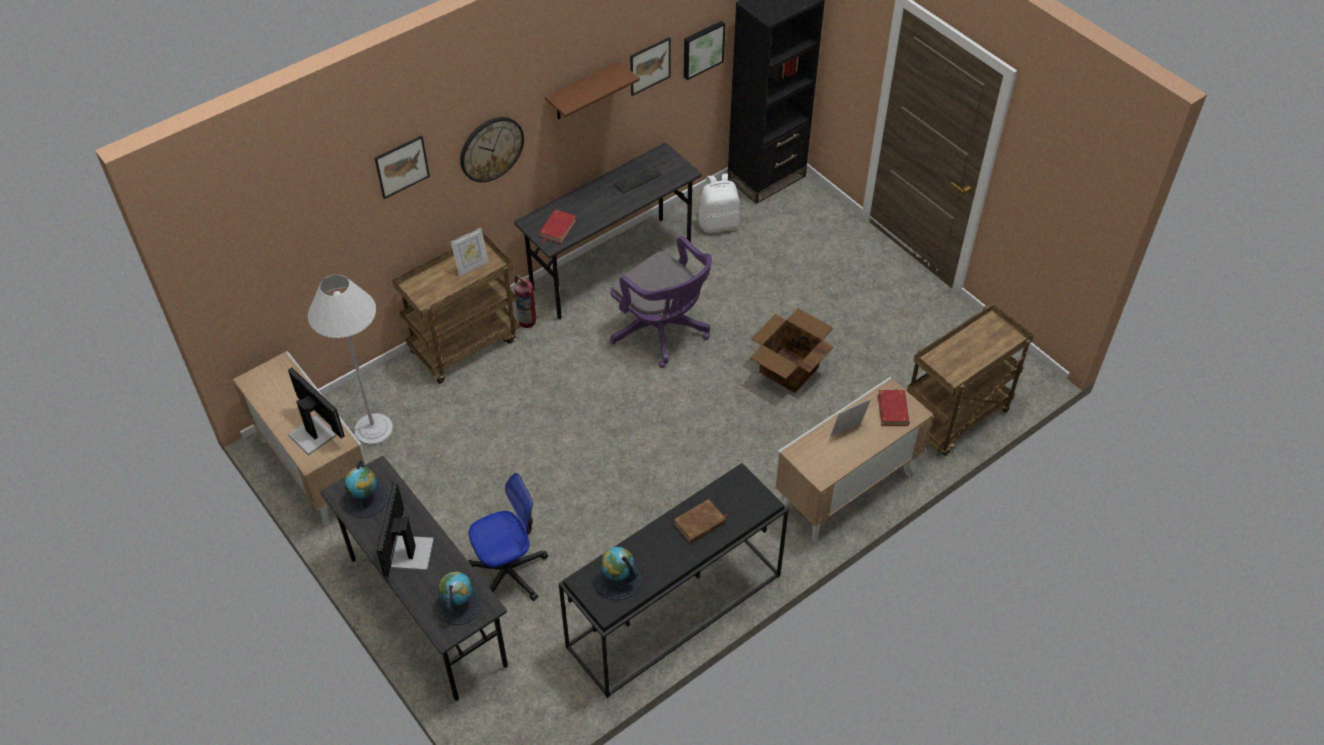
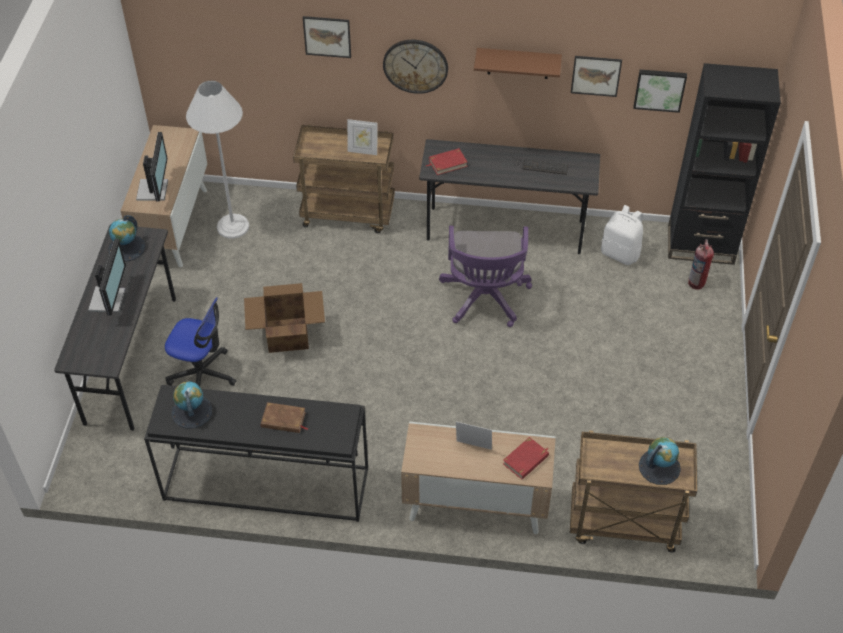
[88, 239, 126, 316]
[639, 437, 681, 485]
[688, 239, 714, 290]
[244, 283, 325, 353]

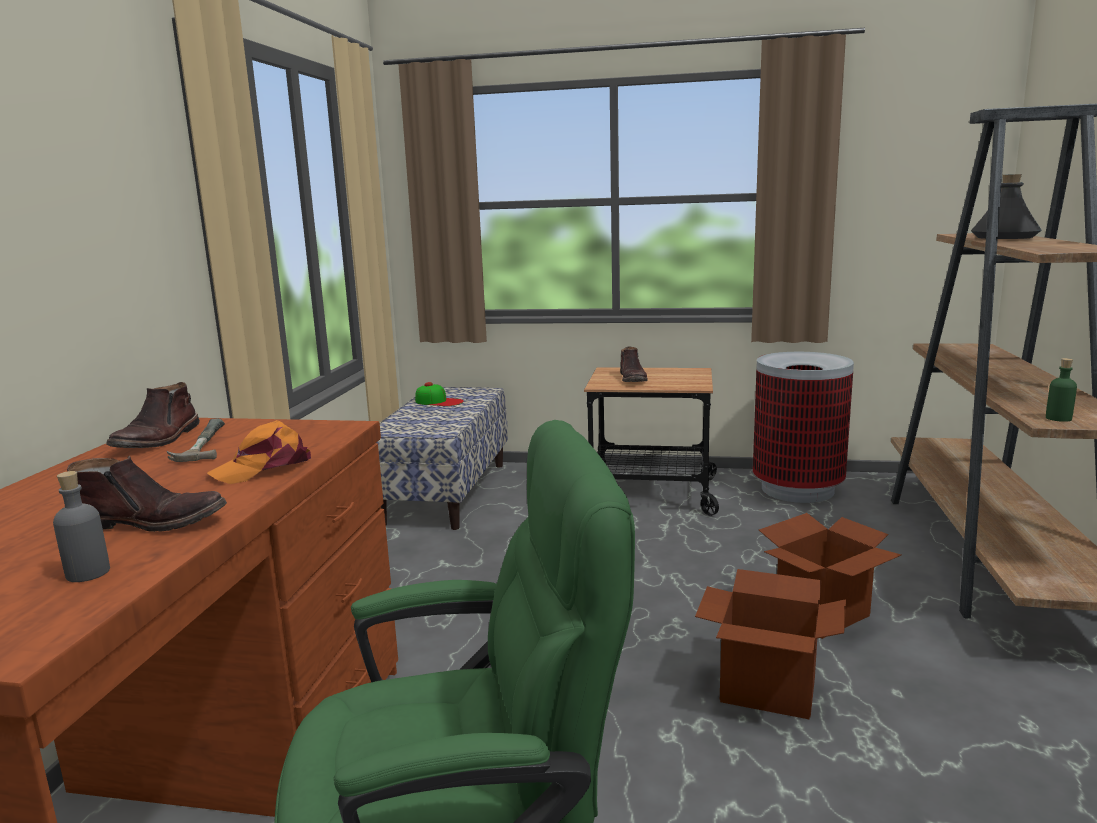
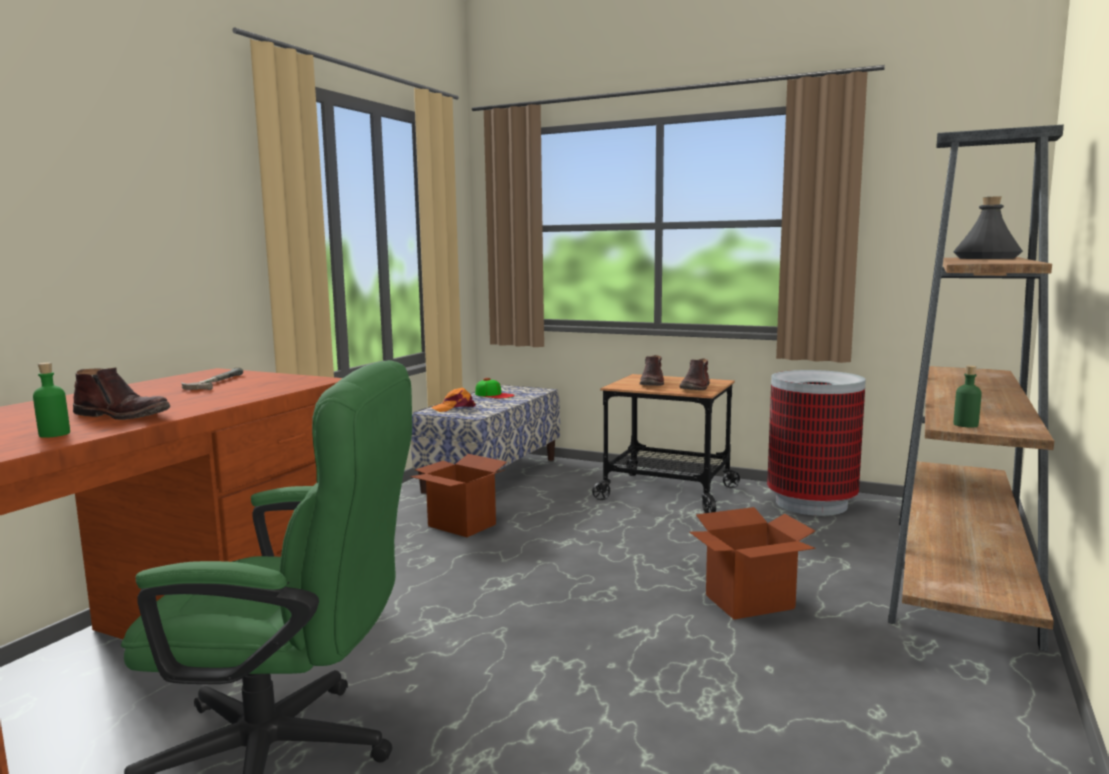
[33, 363, 70, 438]
[679, 358, 710, 390]
[431, 387, 476, 412]
[410, 454, 507, 537]

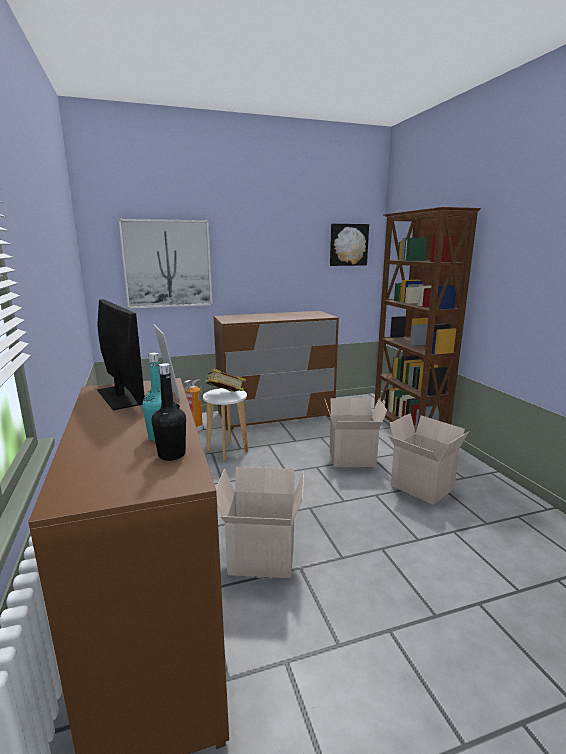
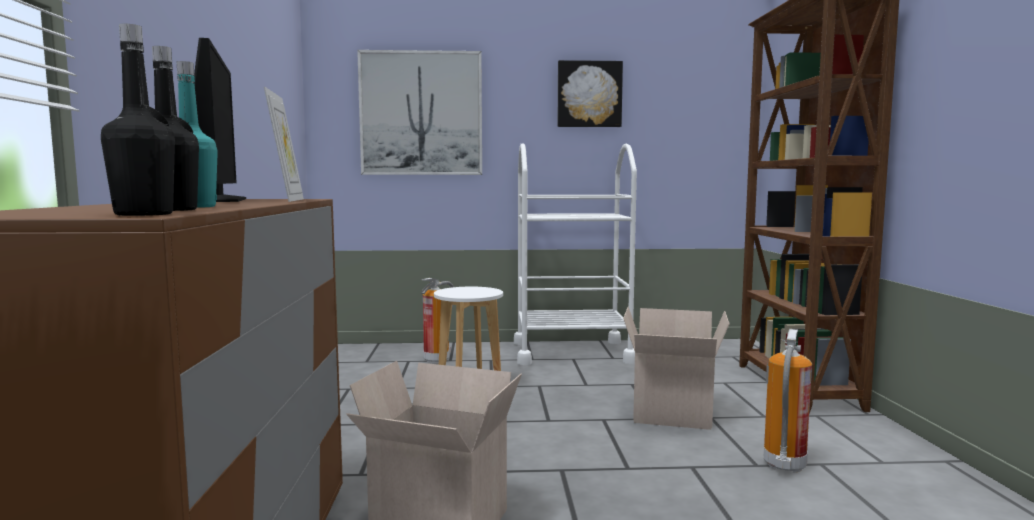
[202, 369, 246, 392] (first image)
[514, 143, 637, 365]
[557, 60, 623, 127]
[764, 329, 812, 473]
[101, 24, 175, 216]

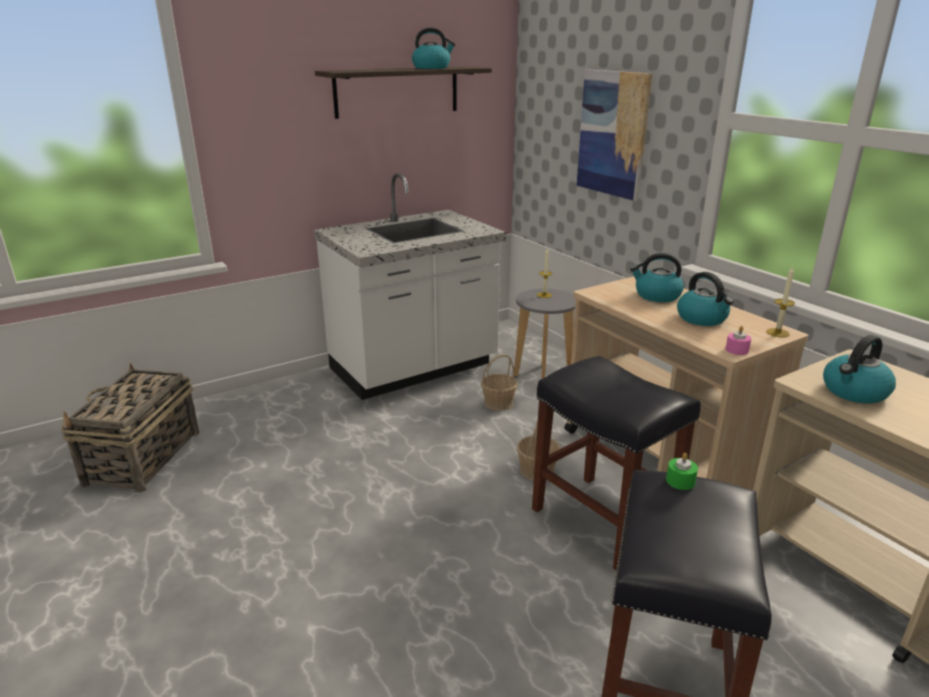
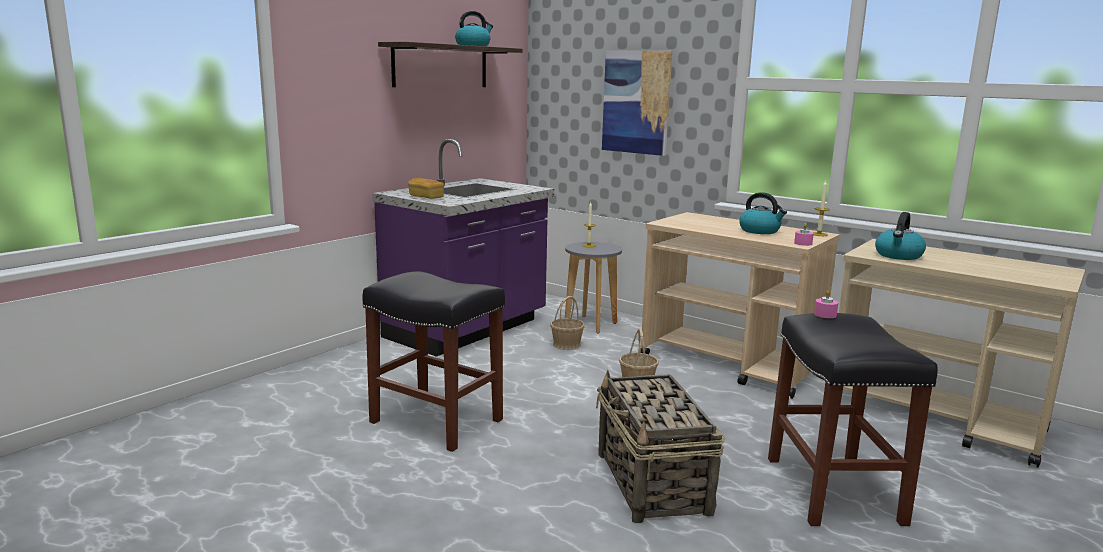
[596, 370, 724, 523]
[373, 139, 554, 357]
[362, 271, 505, 452]
[630, 253, 684, 302] (first image)
[814, 290, 838, 318]
[408, 178, 444, 199]

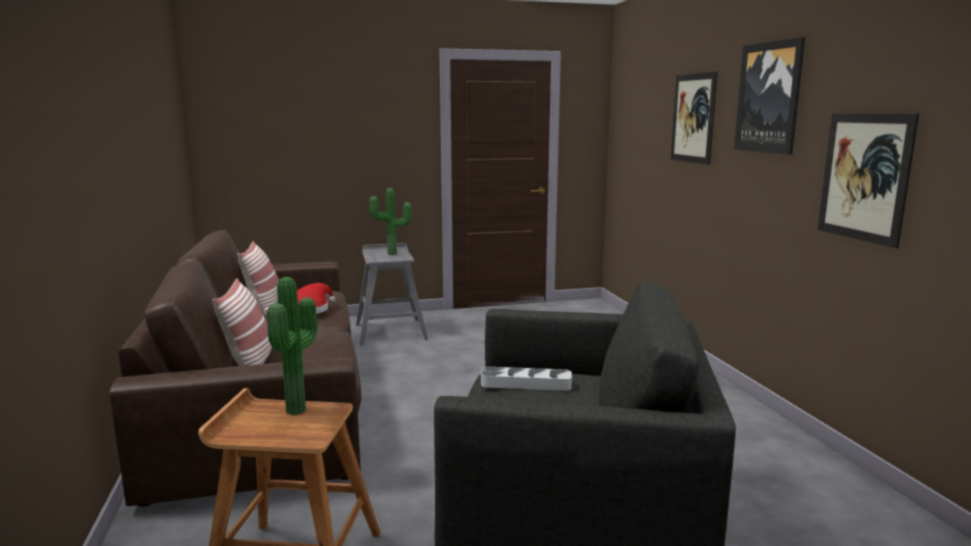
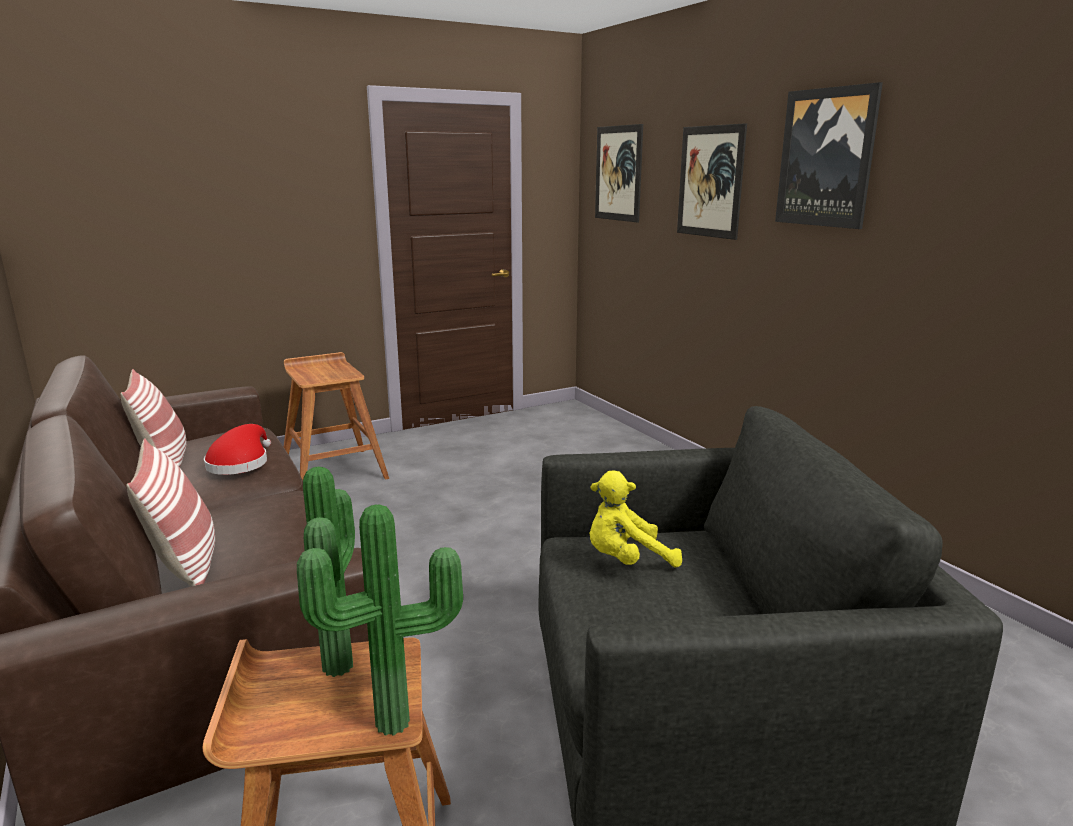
[284, 352, 389, 480]
[297, 504, 463, 736]
[589, 471, 682, 567]
[595, 124, 643, 223]

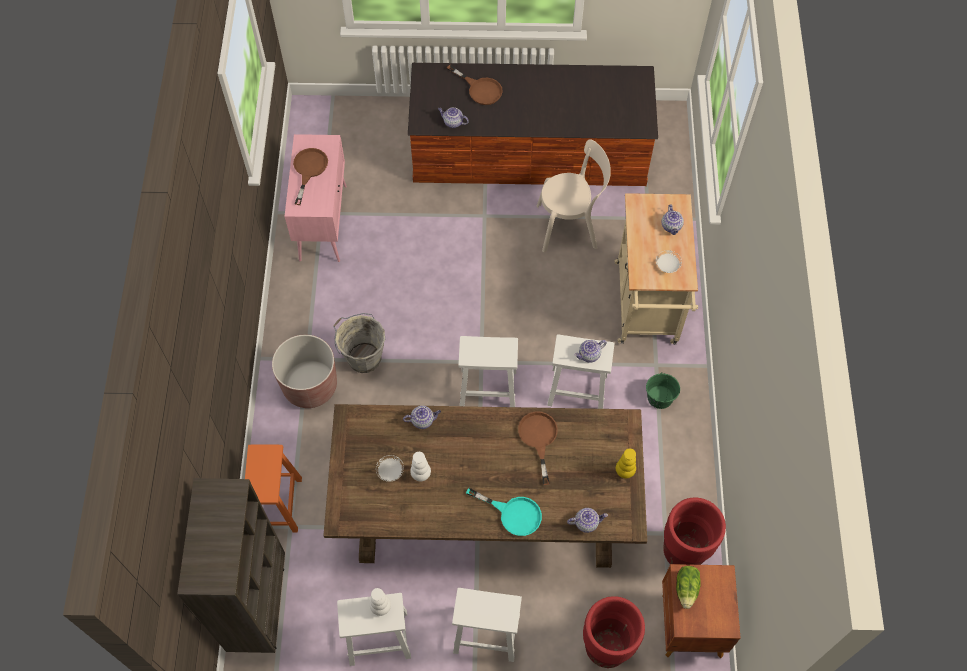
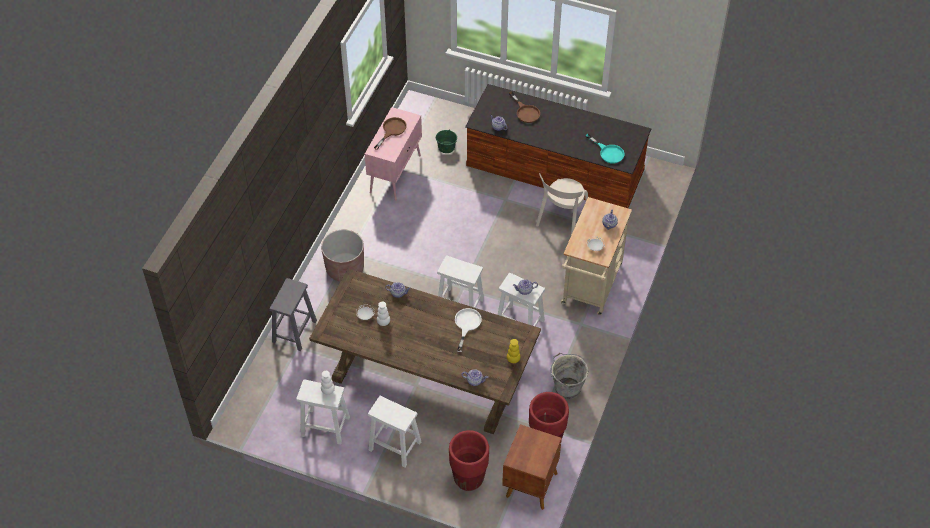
[177, 478, 285, 653] (first image)
[270, 278, 317, 351]
[550, 353, 589, 400]
[585, 134, 625, 164]
[455, 308, 482, 352]
[536, 173, 588, 235]
[436, 129, 457, 153]
[676, 566, 701, 609] (first image)

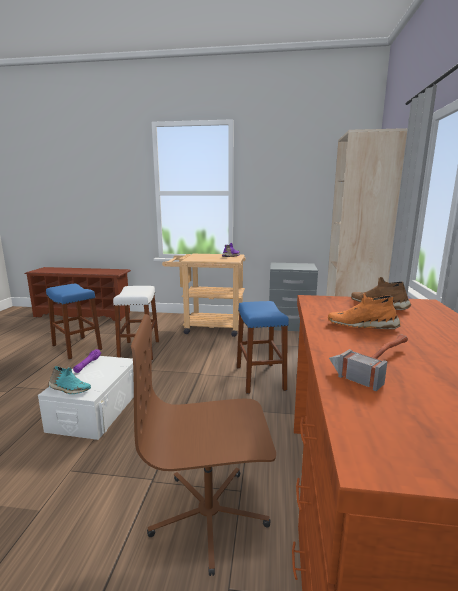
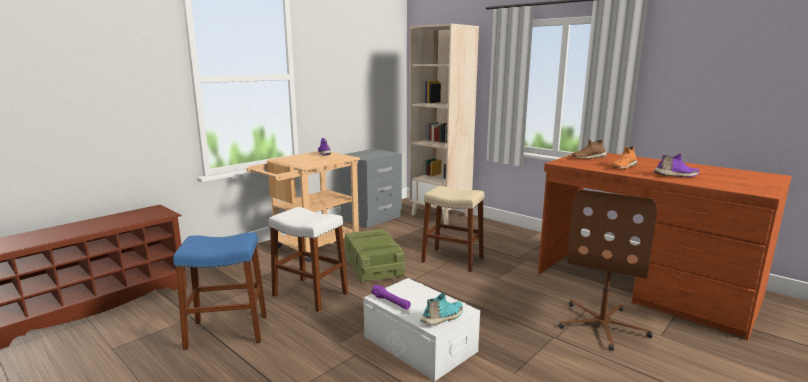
[421, 186, 484, 272]
[653, 153, 699, 177]
[345, 229, 405, 282]

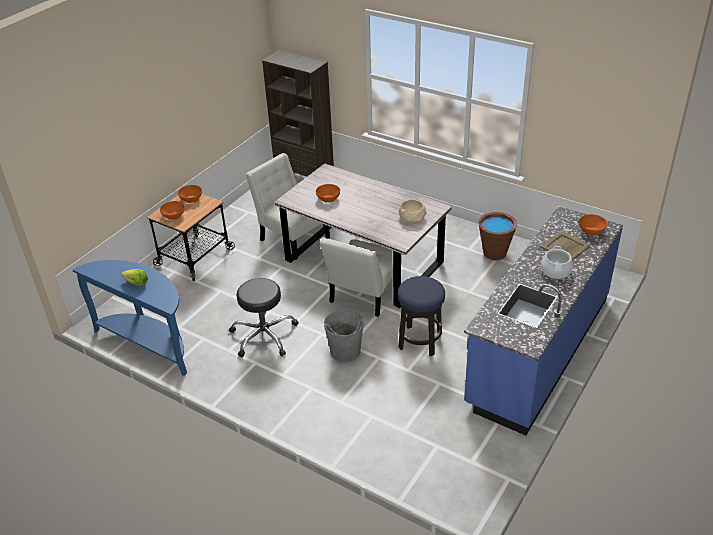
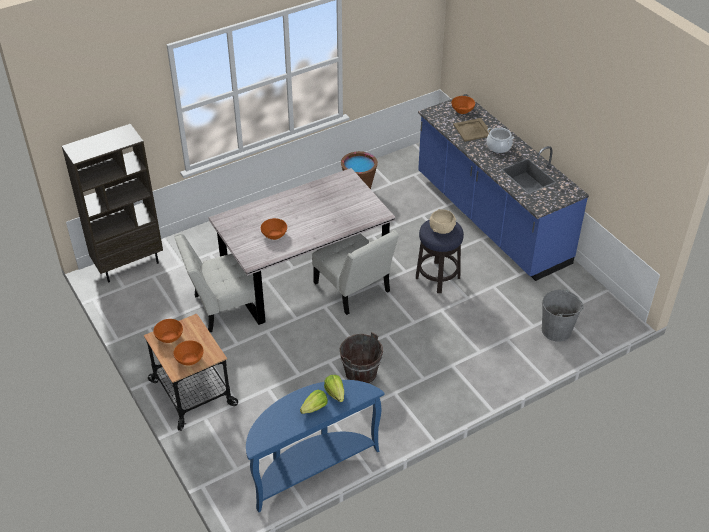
[340, 332, 383, 384]
[542, 289, 583, 342]
[429, 209, 456, 234]
[324, 375, 344, 402]

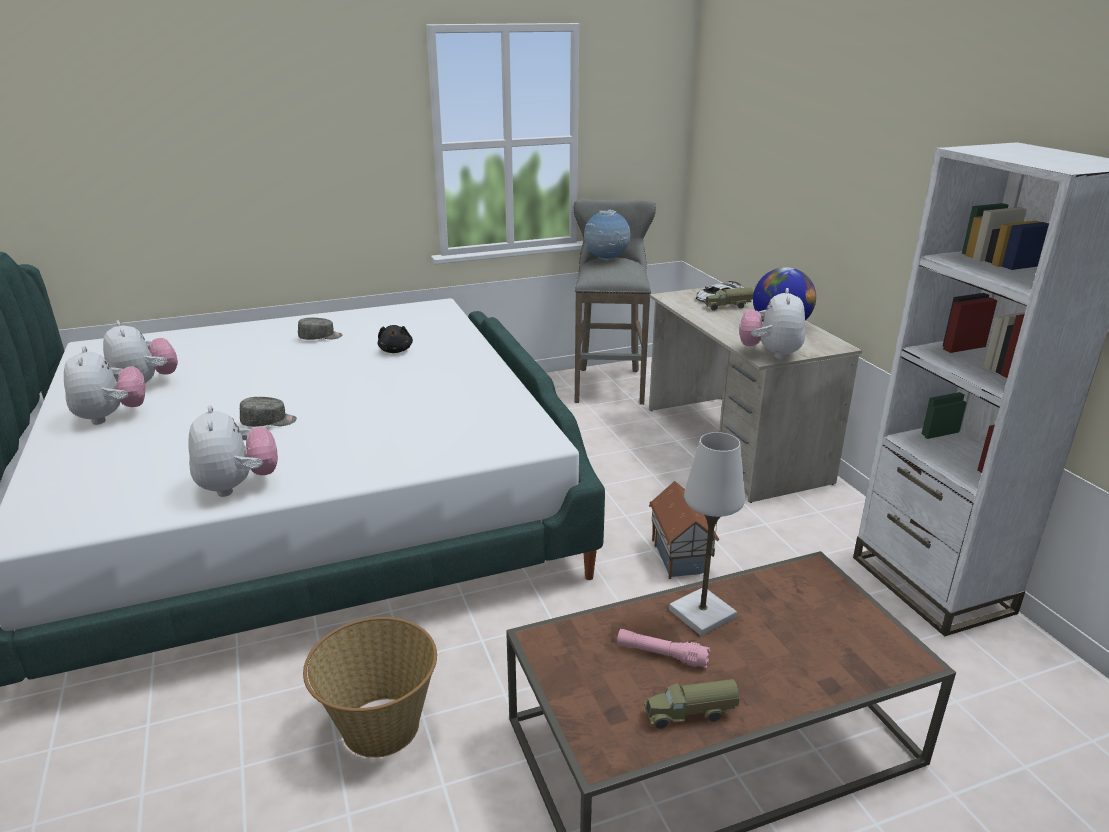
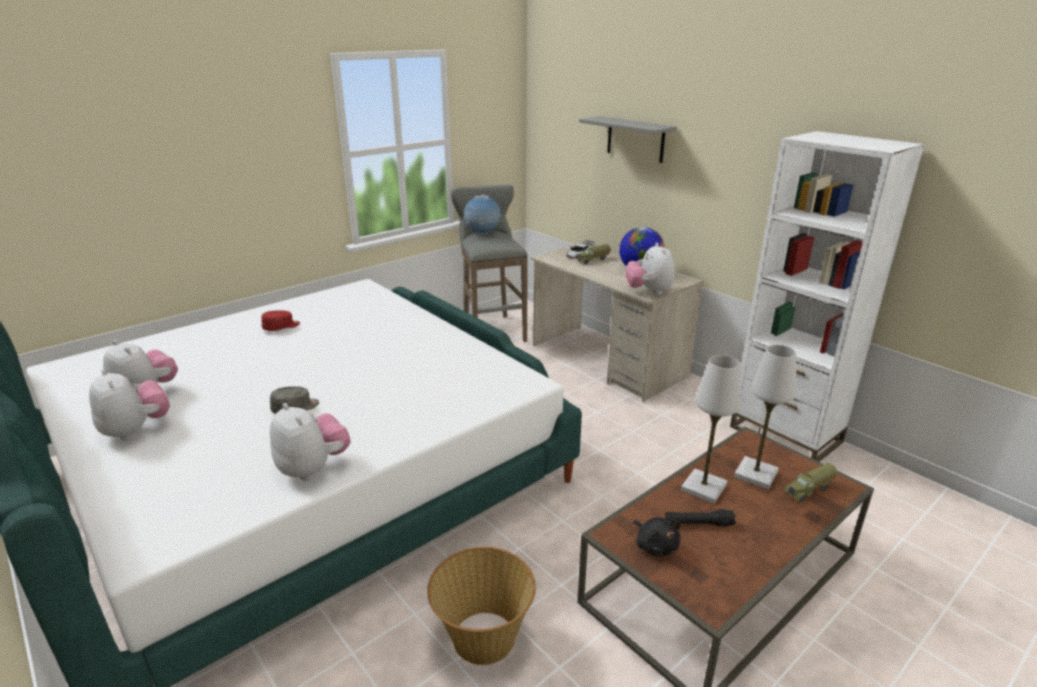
[261, 310, 300, 331]
[633, 517, 681, 556]
[665, 509, 736, 527]
[783, 463, 837, 503]
[649, 481, 719, 579] (first image)
[579, 116, 677, 163]
[734, 345, 796, 489]

